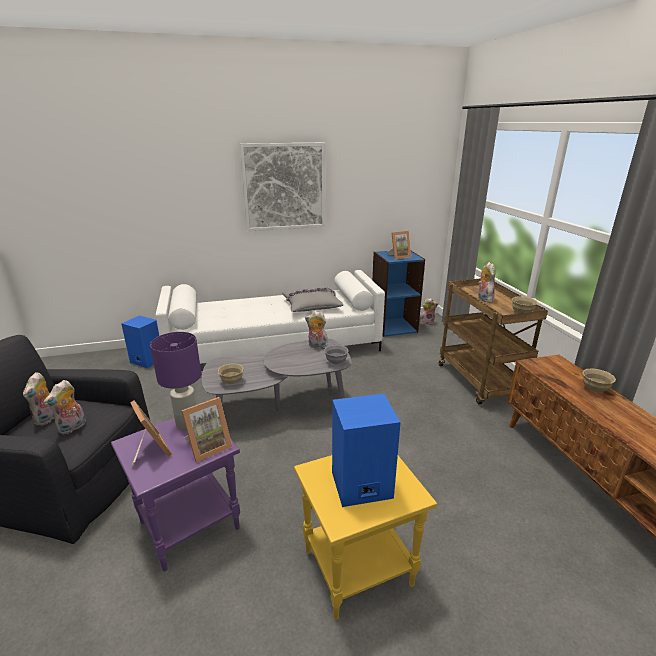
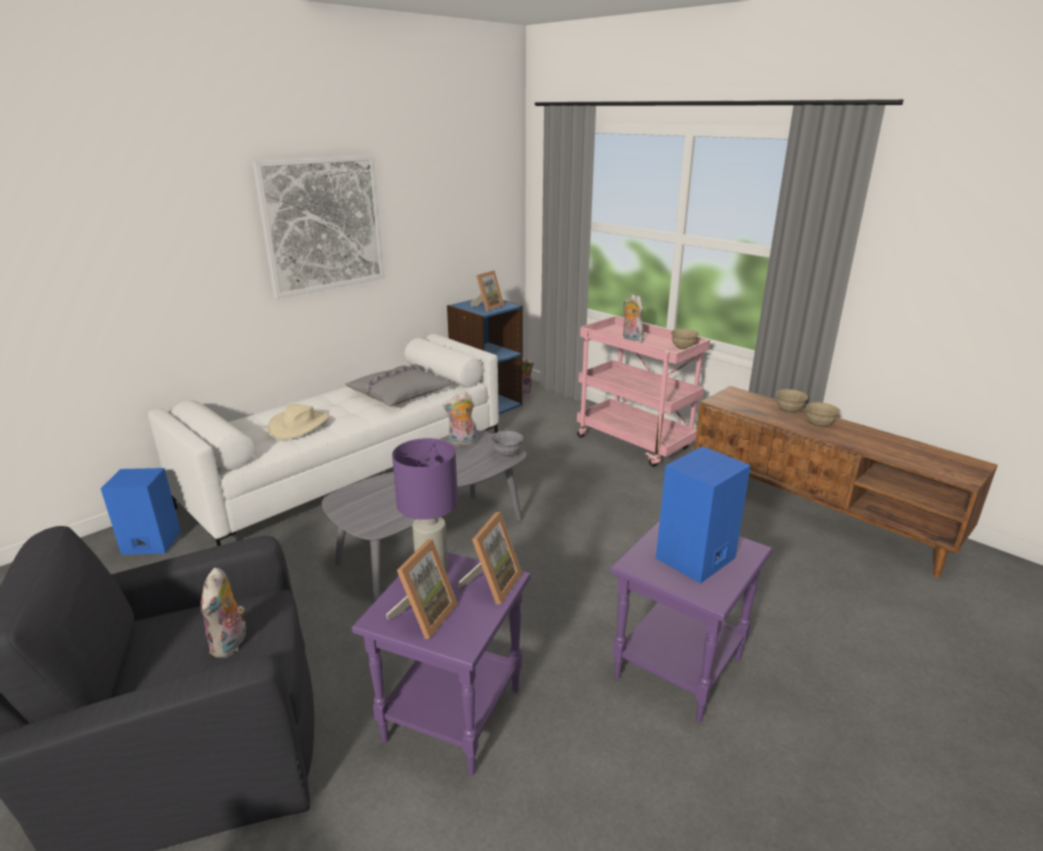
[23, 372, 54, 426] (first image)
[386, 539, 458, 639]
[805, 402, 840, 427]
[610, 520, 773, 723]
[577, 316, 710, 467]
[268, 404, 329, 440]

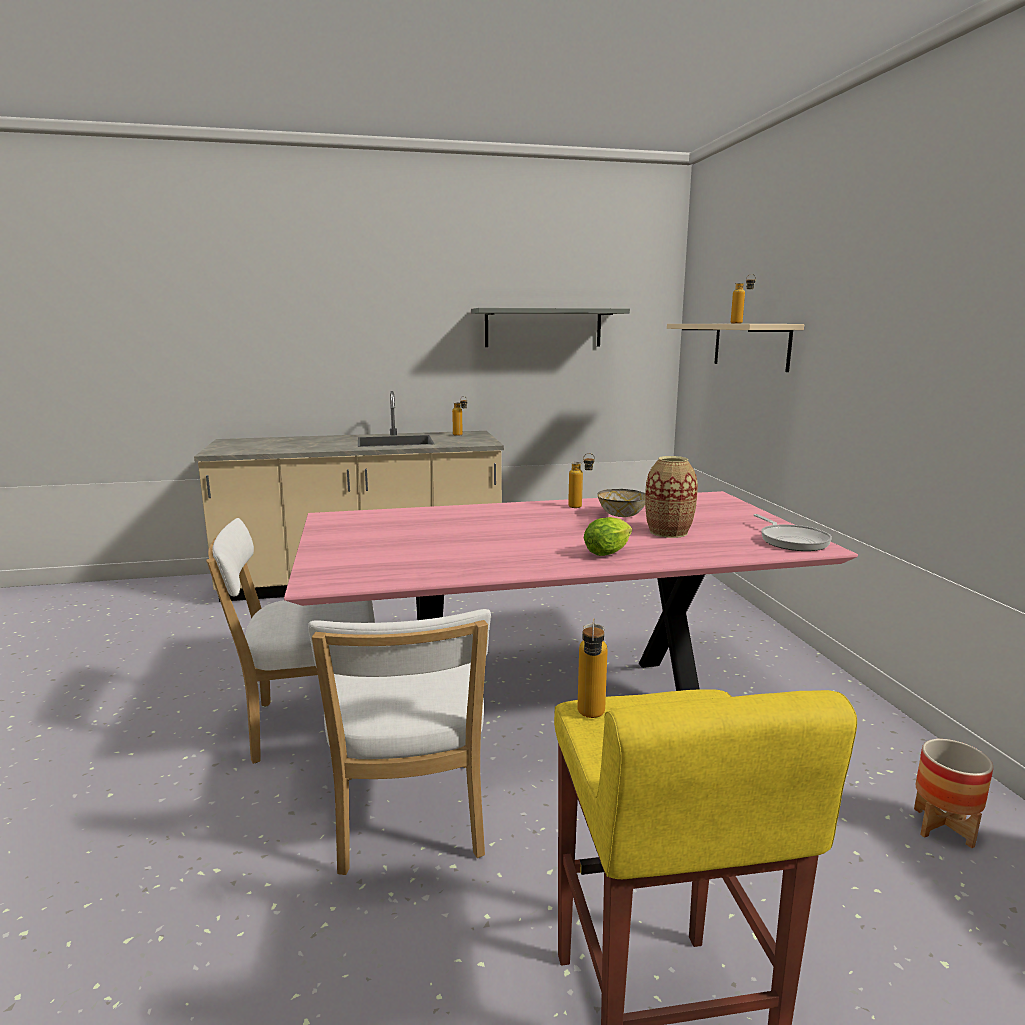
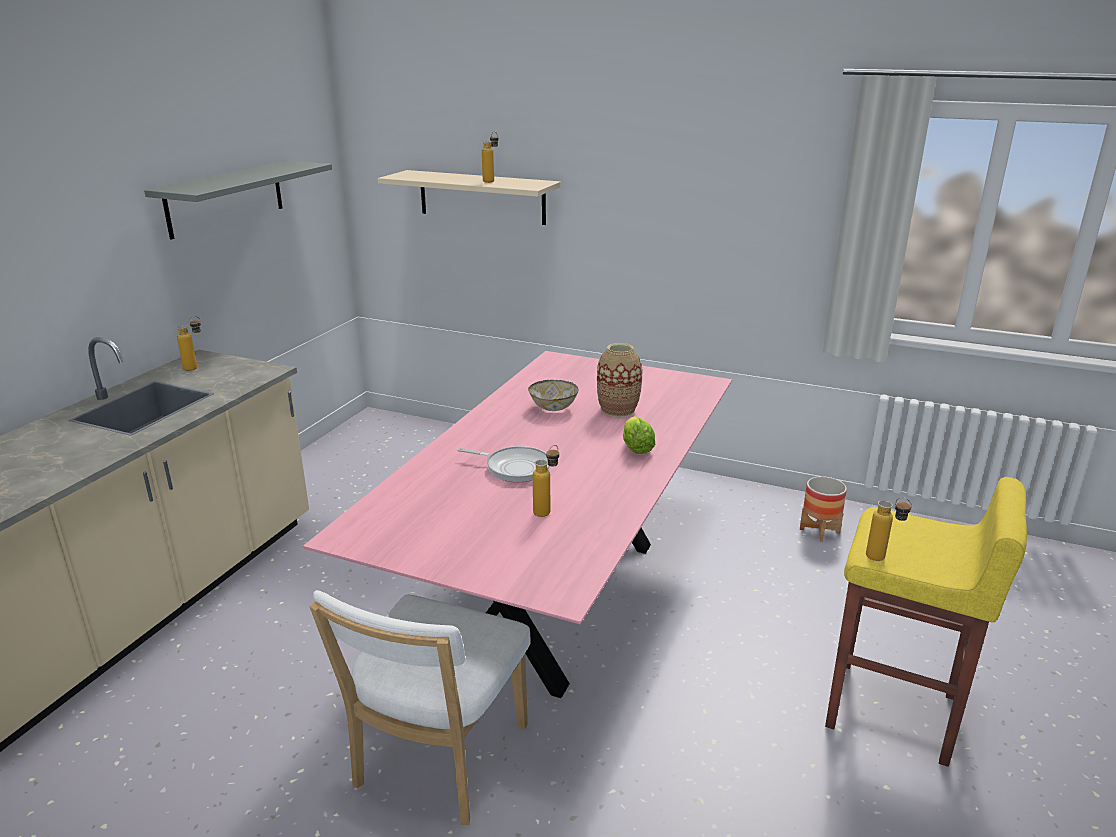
[308, 609, 491, 875] (first image)
[533, 445, 559, 517]
[457, 446, 550, 482]

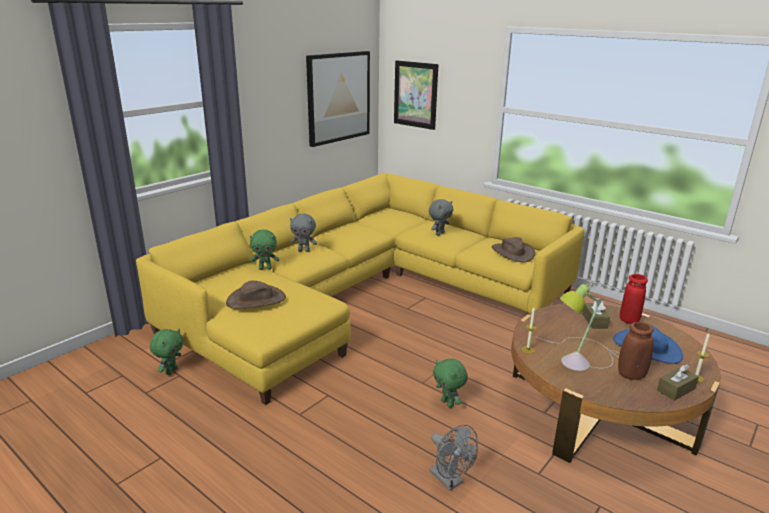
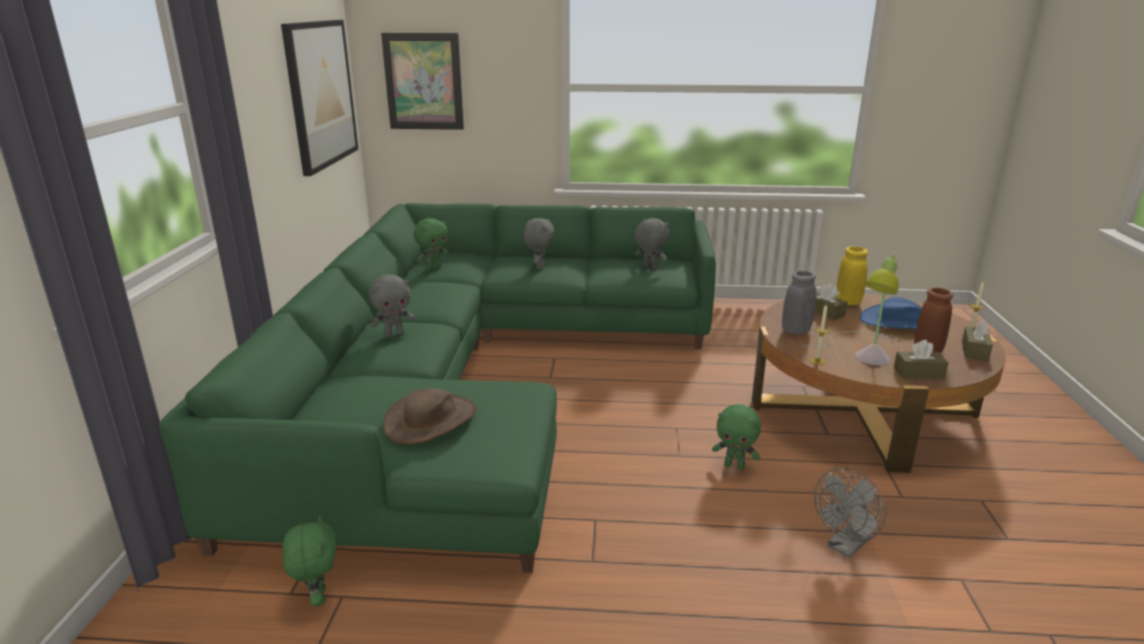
[159, 203, 716, 573]
[413, 218, 448, 270]
[814, 468, 886, 558]
[634, 218, 669, 269]
[837, 246, 868, 305]
[782, 271, 816, 335]
[894, 340, 949, 379]

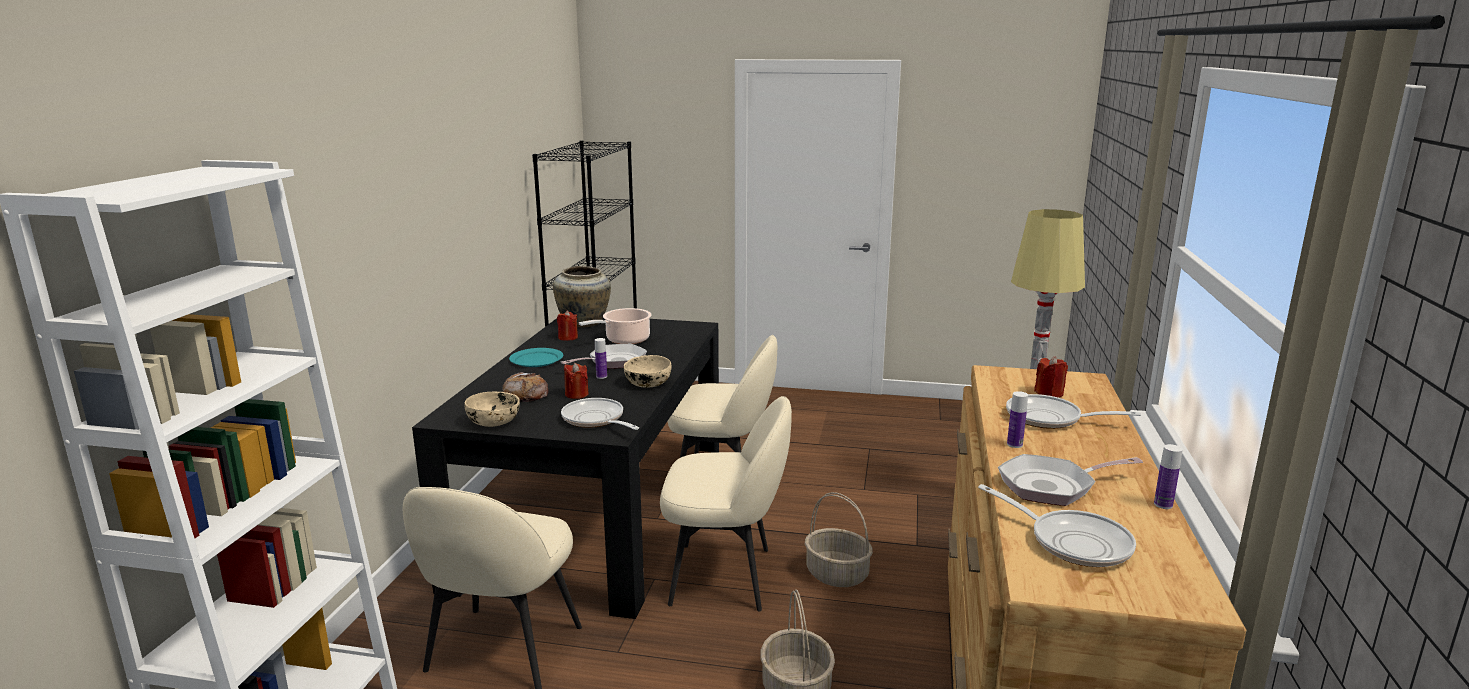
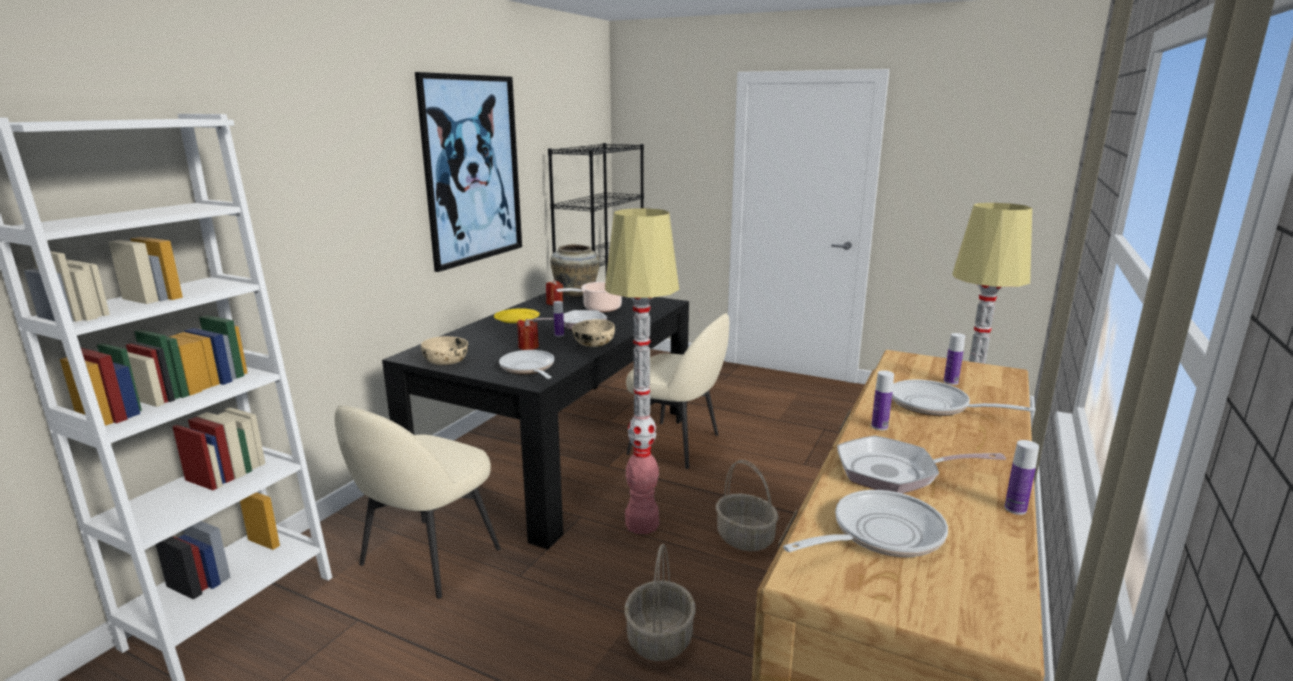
[502, 372, 549, 402] (first image)
[494, 308, 540, 323]
[605, 208, 679, 534]
[783, 490, 948, 557]
[944, 333, 965, 385]
[415, 72, 522, 272]

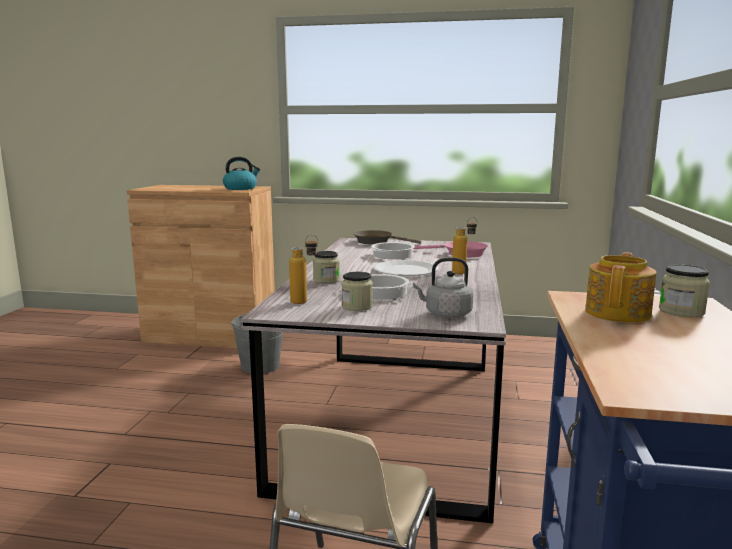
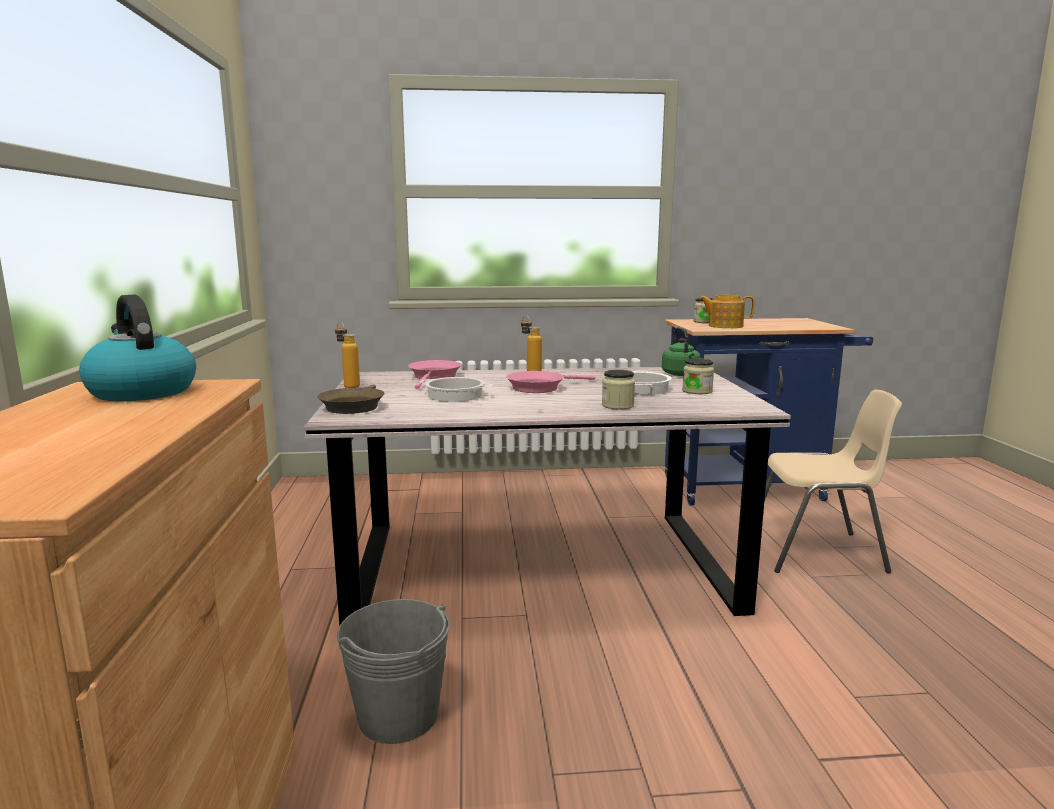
[335, 322, 360, 388]
[506, 371, 595, 393]
[662, 327, 700, 376]

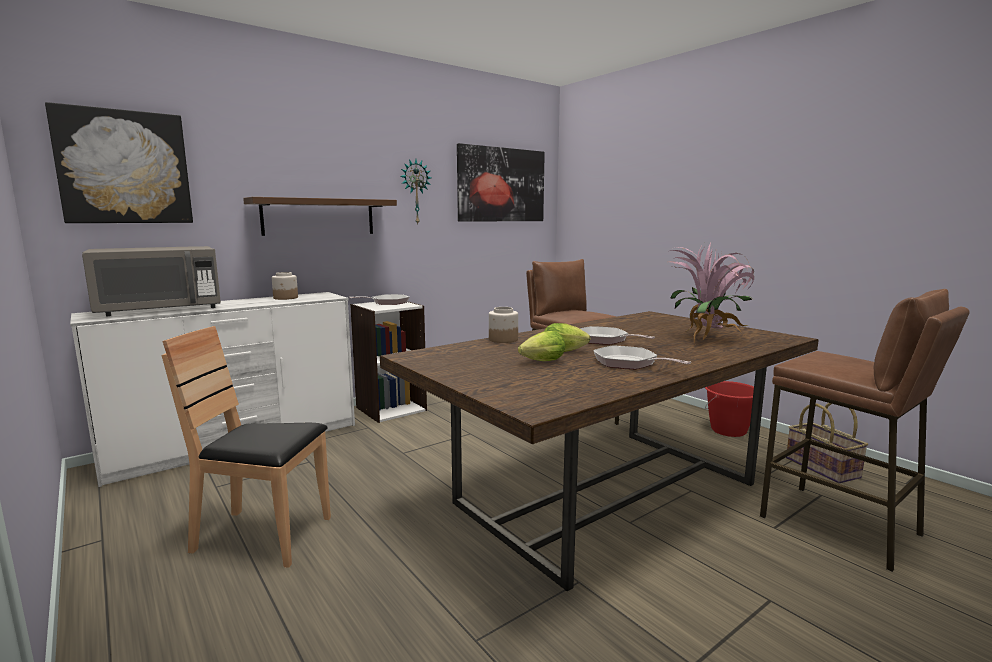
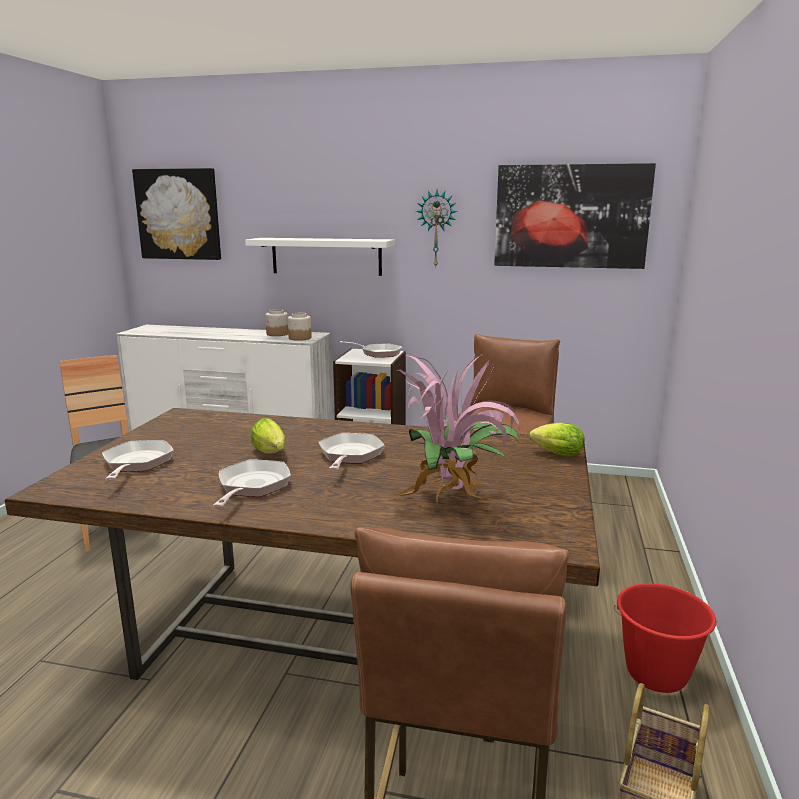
[82, 246, 221, 316] (first image)
[245, 238, 395, 276]
[288, 313, 312, 341]
[529, 422, 585, 456]
[102, 440, 174, 480]

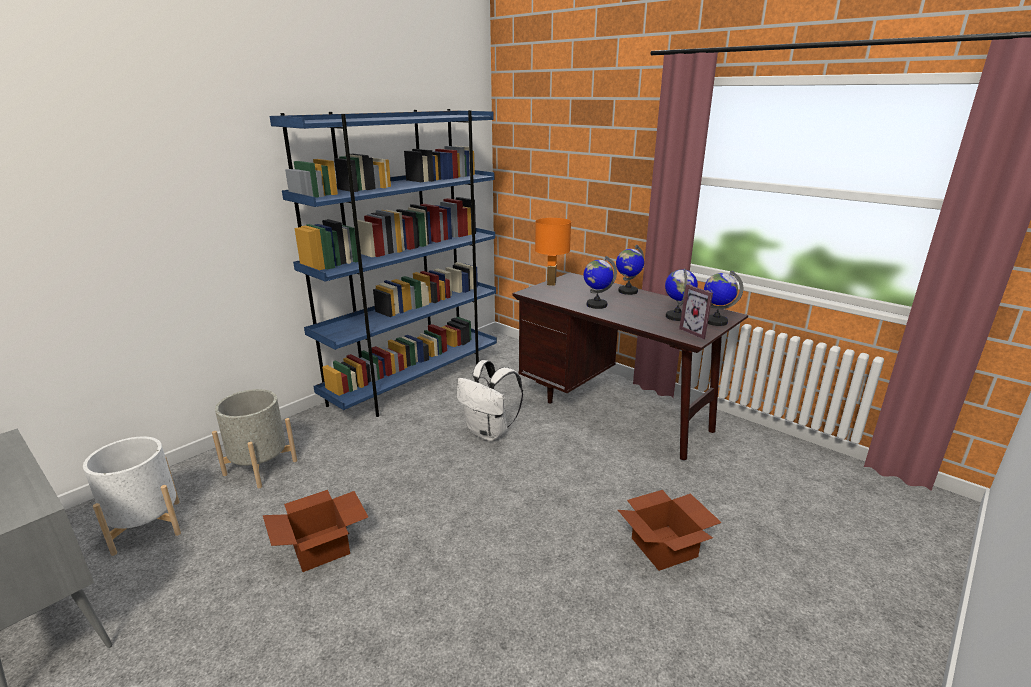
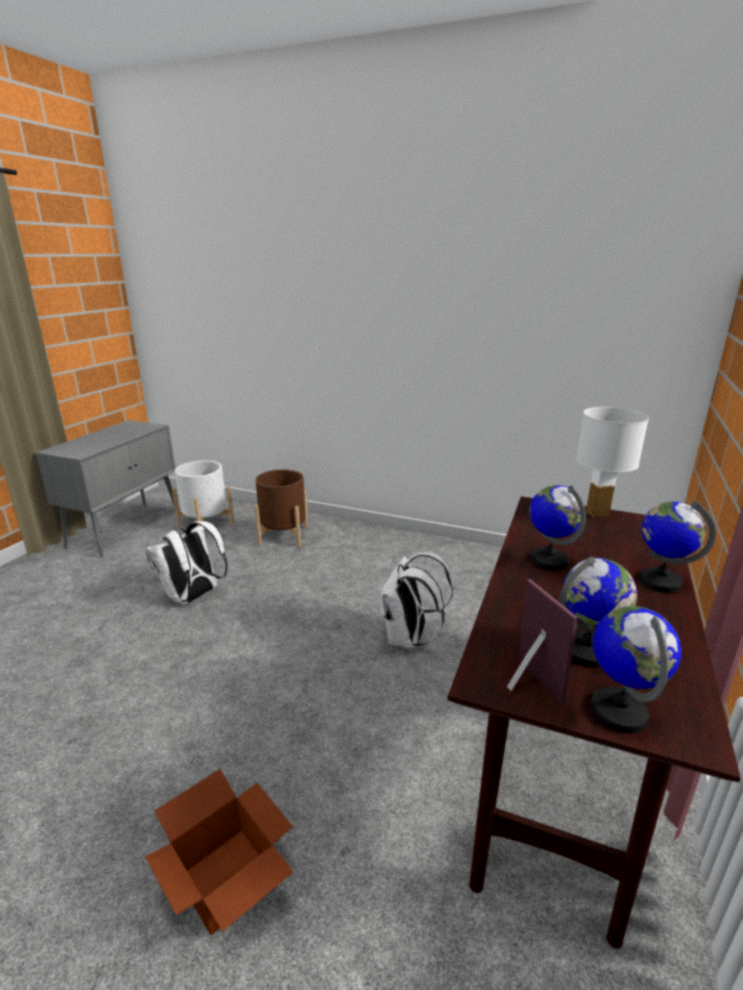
[254, 470, 308, 547]
[145, 521, 227, 605]
[270, 109, 497, 417] (first image)
[576, 407, 649, 517]
[507, 579, 578, 704]

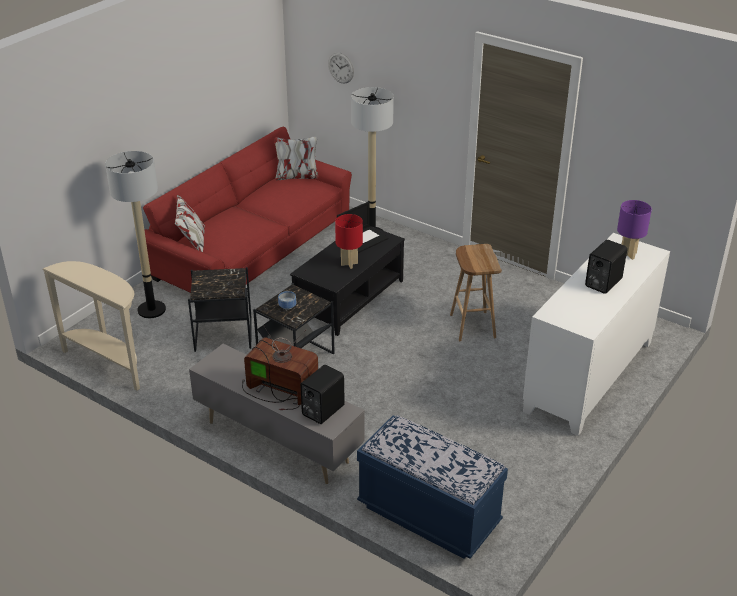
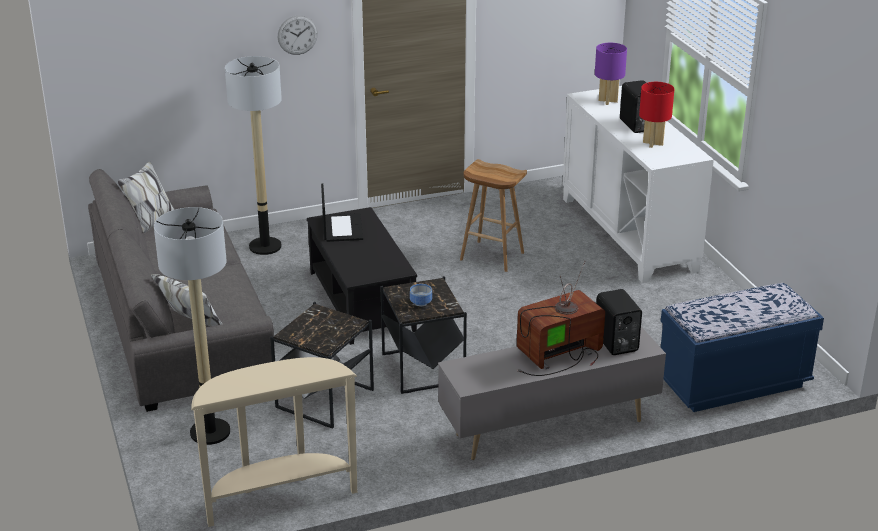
[88, 162, 274, 412]
[278, 15, 318, 55]
[639, 82, 674, 148]

